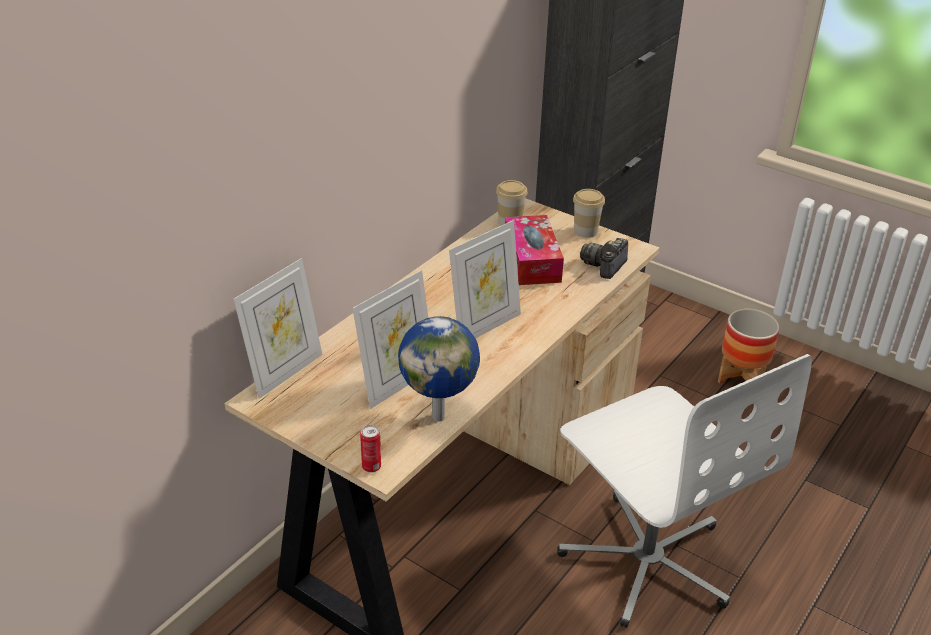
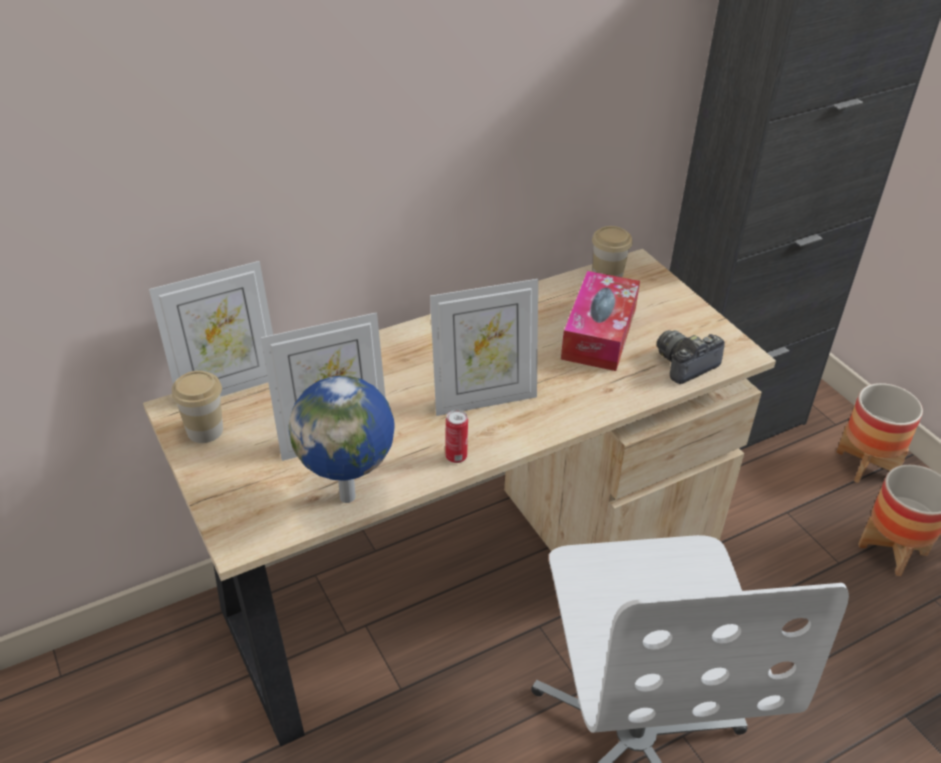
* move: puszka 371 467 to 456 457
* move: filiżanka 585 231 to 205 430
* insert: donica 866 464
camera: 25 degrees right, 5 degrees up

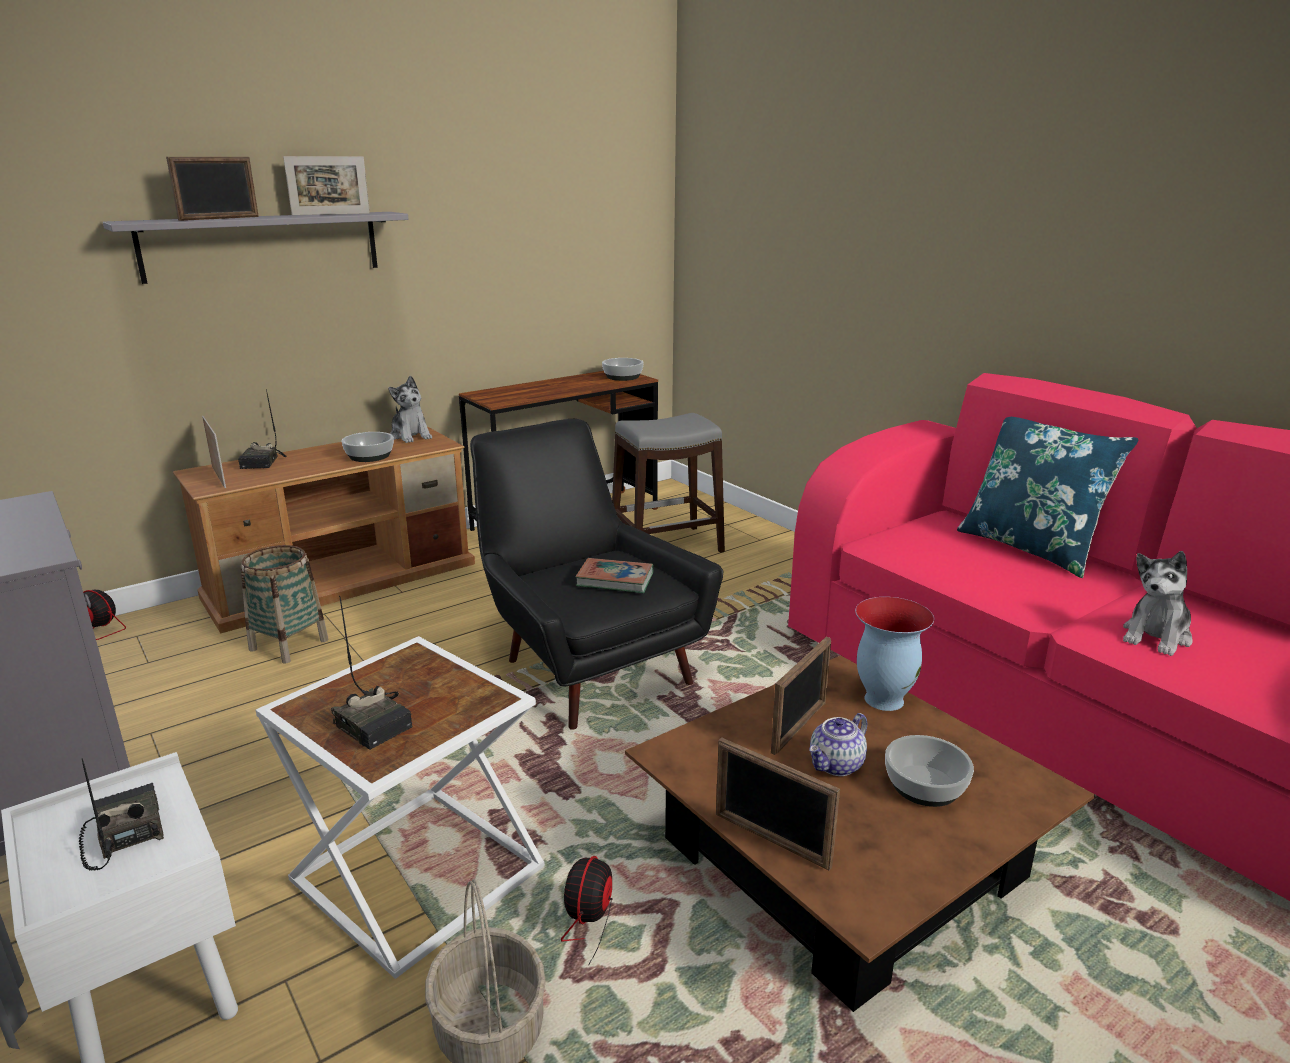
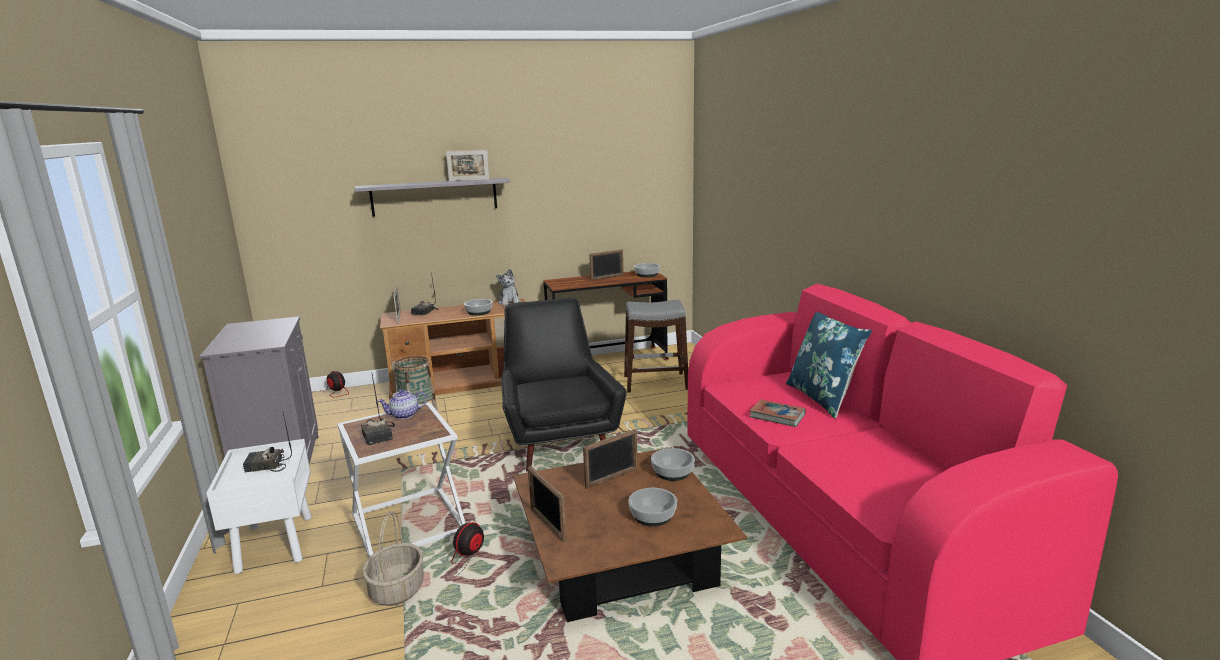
* rotate: radio 123 834 = 266 466 90 degrees counterclockwise
* move: ramka na zdjęcie 219 218 to 607 278
* move: książka 615 580 to 777 416
* move: imbryk 836 765 to 404 415
* replace: wazon 883 699 to miska 672 472
* delete: pluszak 1156 636
camera: 20 degrees right, 5 degrees down

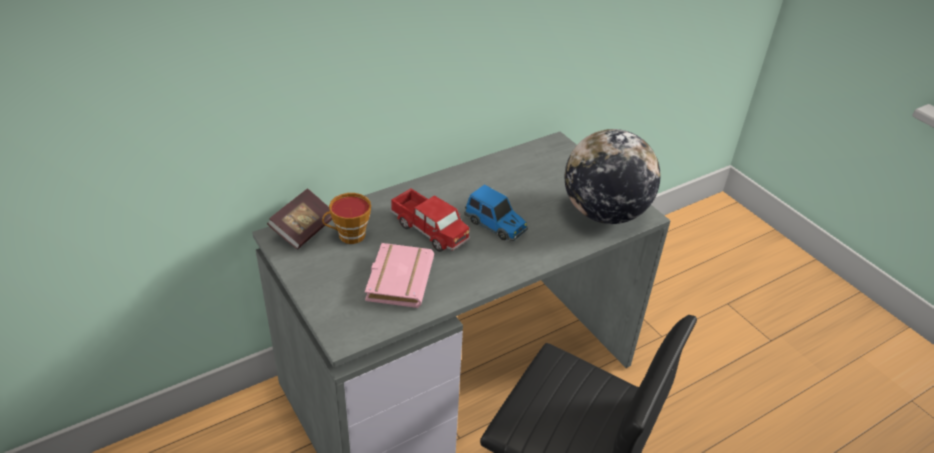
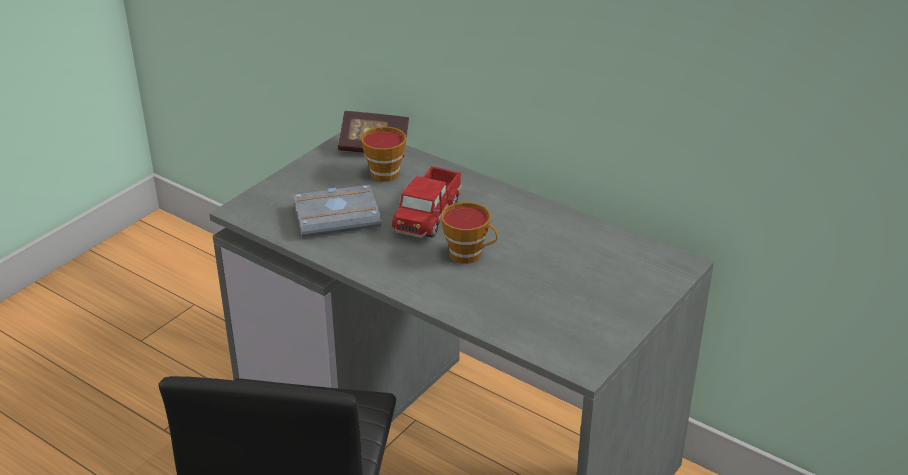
* recolor: książka [różowy] 397 278 to książka [szary] 338 216
* replace: samochodzik 496 225 to filiżanka 469 255
* delete: globus 604 213
camera: 70 degrees right, 5 degrees down

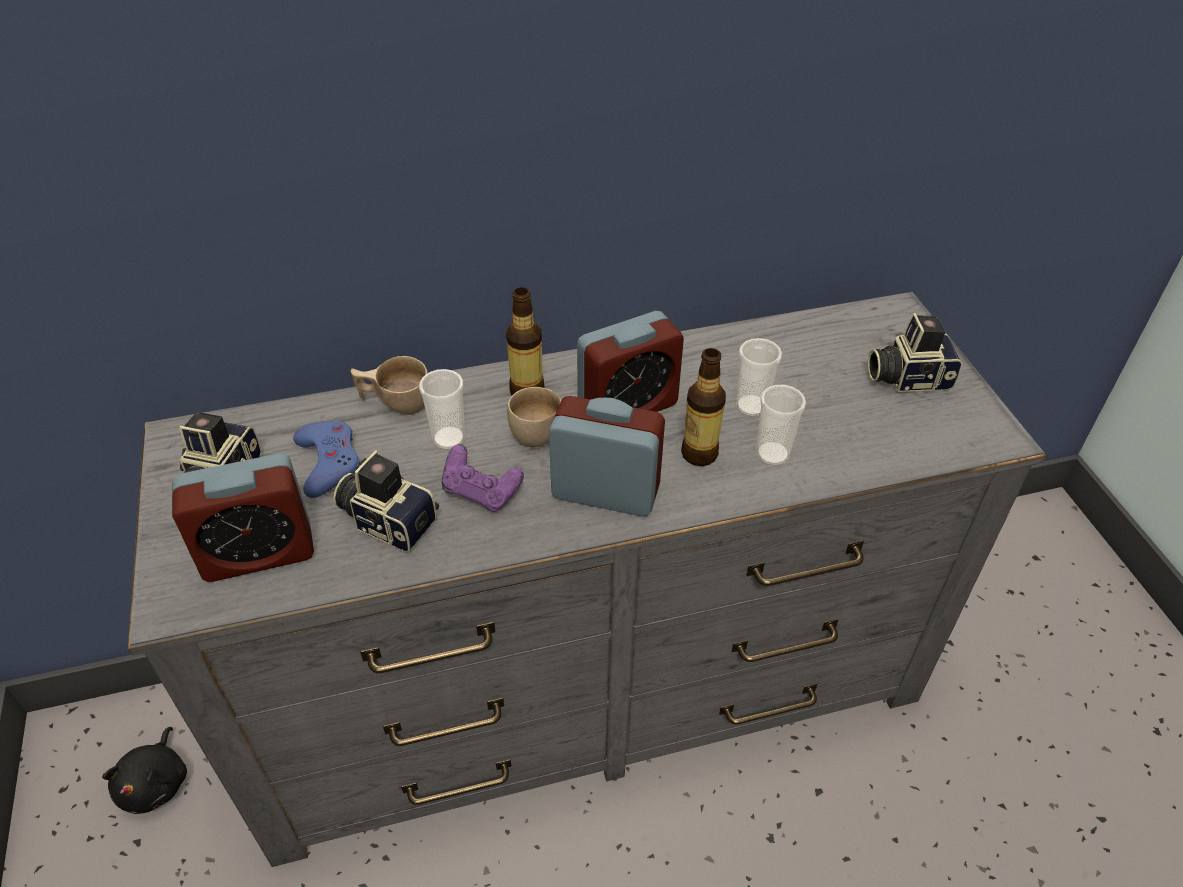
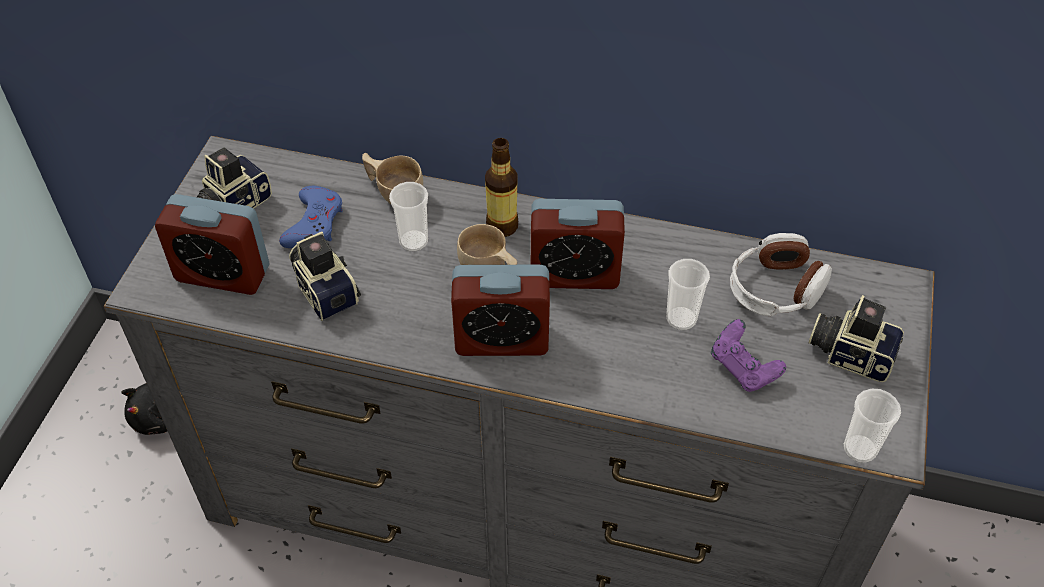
* move: pad do gier [fioletowy] 481 492 to 743 368
* rotate: budzik 605 491 = 501 339 135 degrees clockwise
* delete: butelka 699 454
* move: filiżanka 772 454 to 860 449
* insert: słuchawki 775 289
camera: 30 degrees right, 5 degrees up

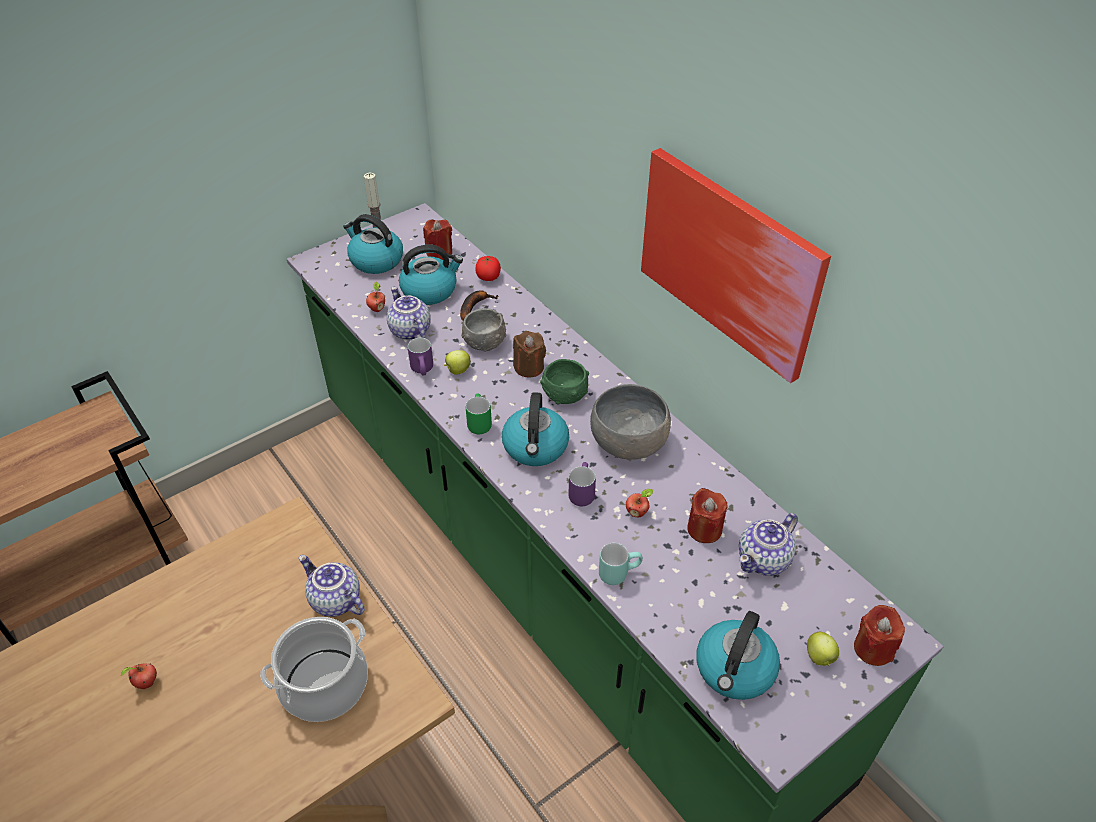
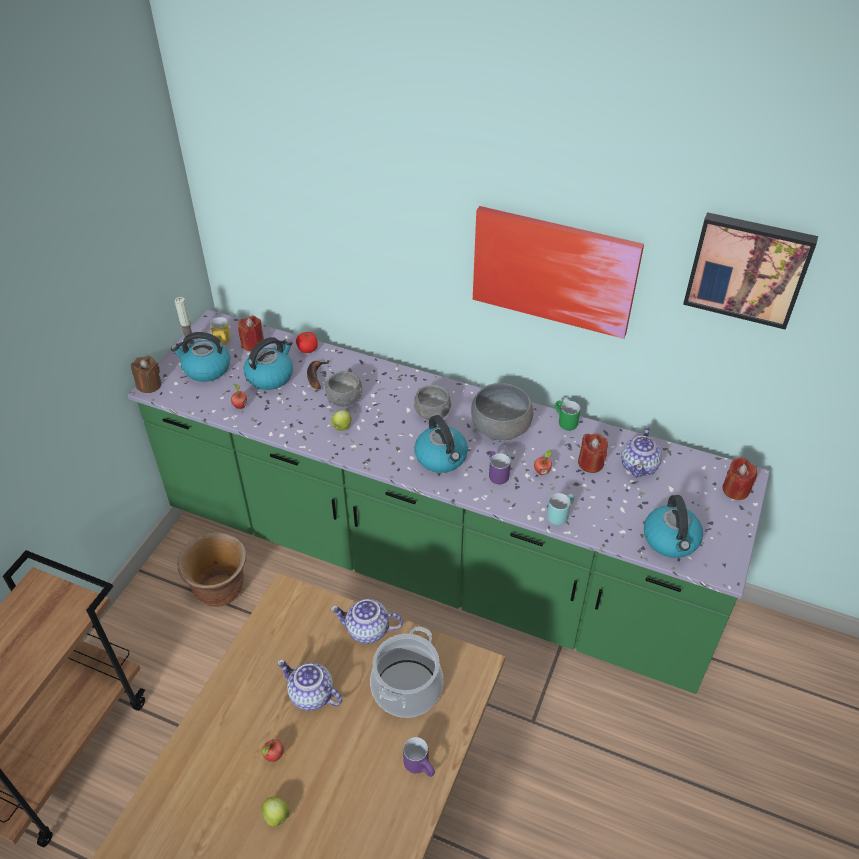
* move: imbryk 409 331 to 310 695
* move: kubek [fioletowy] 424 370 to 421 766
* move: kubek [zielony] 477 422 to 563 422
* move: świeca [brązowy] 529 367 to 149 385
* recolor: miska [zielony] 564 394 to miska [szary] 432 413
* move: jabłko 820 658 to 277 817
* insert: donica [brązowy] 220 590
* insert: kubek [żółty] 224 342
* insert: obraz 748 268
camera: 30 degrees left, 0 degrees up

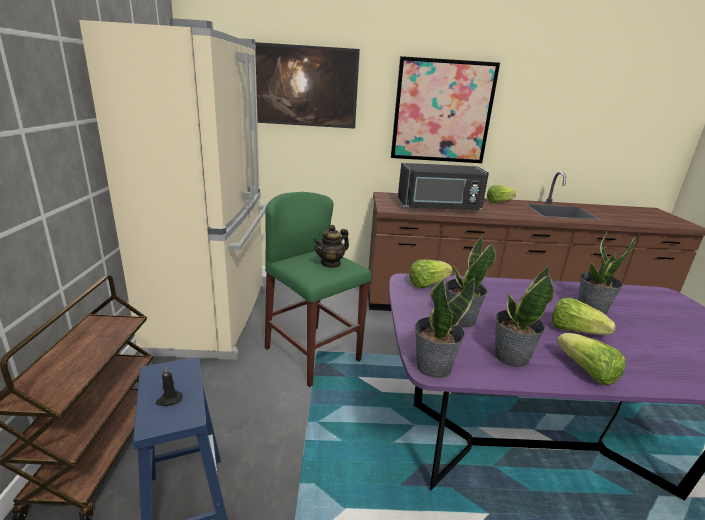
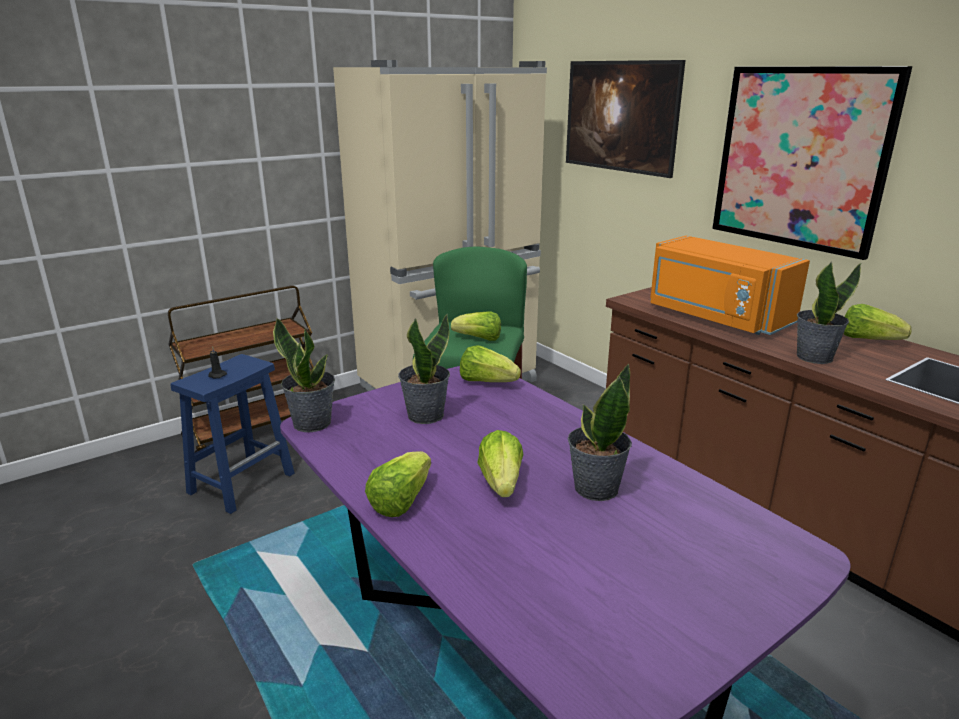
* replace: imbryk 331 263 to sałata 479 339
* recolor: mikrofalówka [czarny] 439 207 to mikrofalówka [pomarańczowy] 715 317
* move: roślina doniczkowa 510 357 to 813 357
camera: 55 degrees right, 0 degrees up

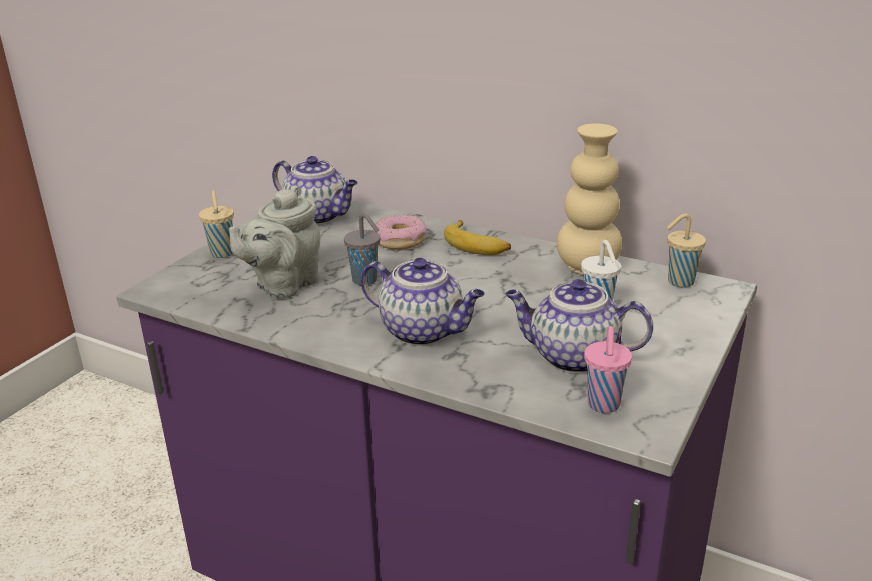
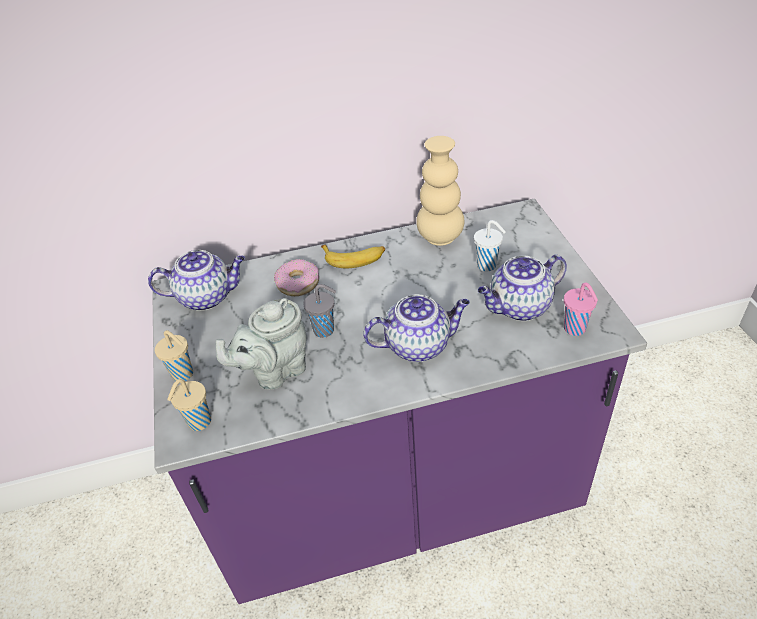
* rotate: imbryk [szary] 283 285 = 275 371 60 degrees clockwise
* move: filiżanka [beżowy] 679 282 to 198 423
camera: 40 degrees left, 15 degrees up

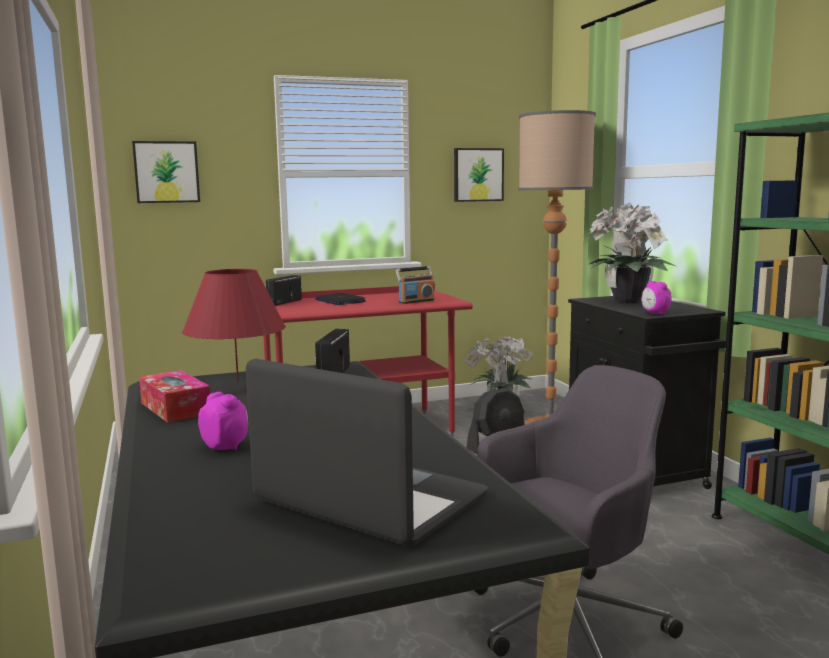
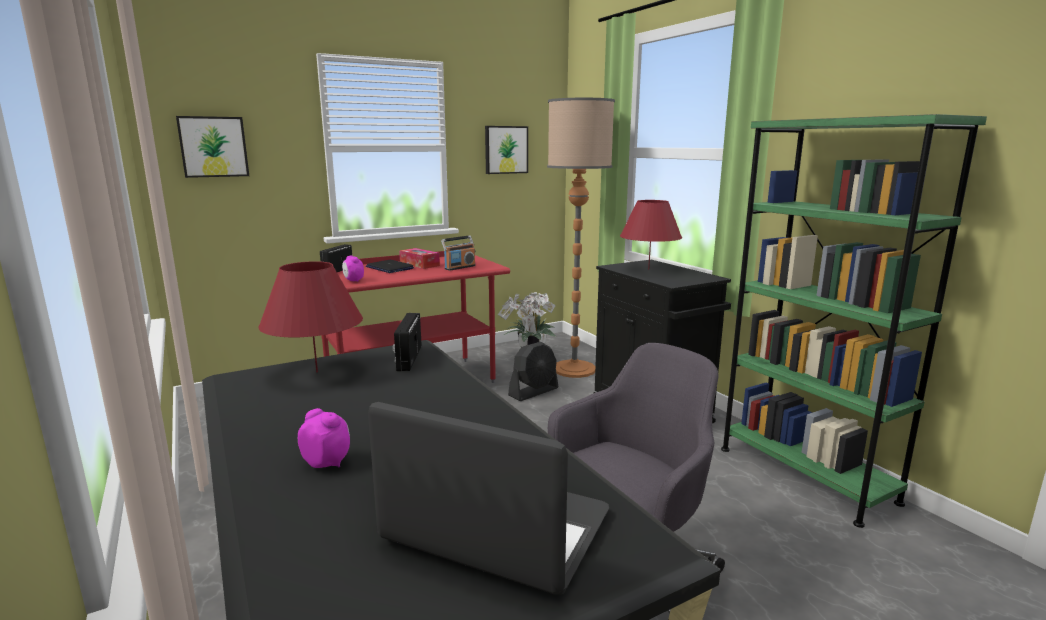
* move: pudełko chusteczek 175 408 to 419 264
* replace: roślina doniczkowa 629 302 to lampa stołowa [czerwony] 648 269
* move: budzik 655 313 to 353 281
camera: 10 degrees left, 5 degrees up

